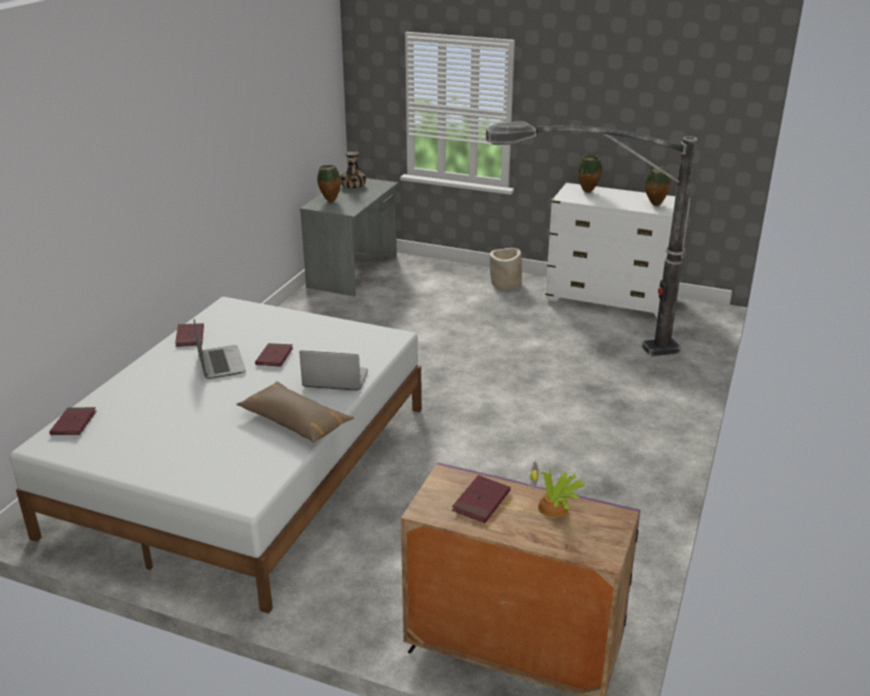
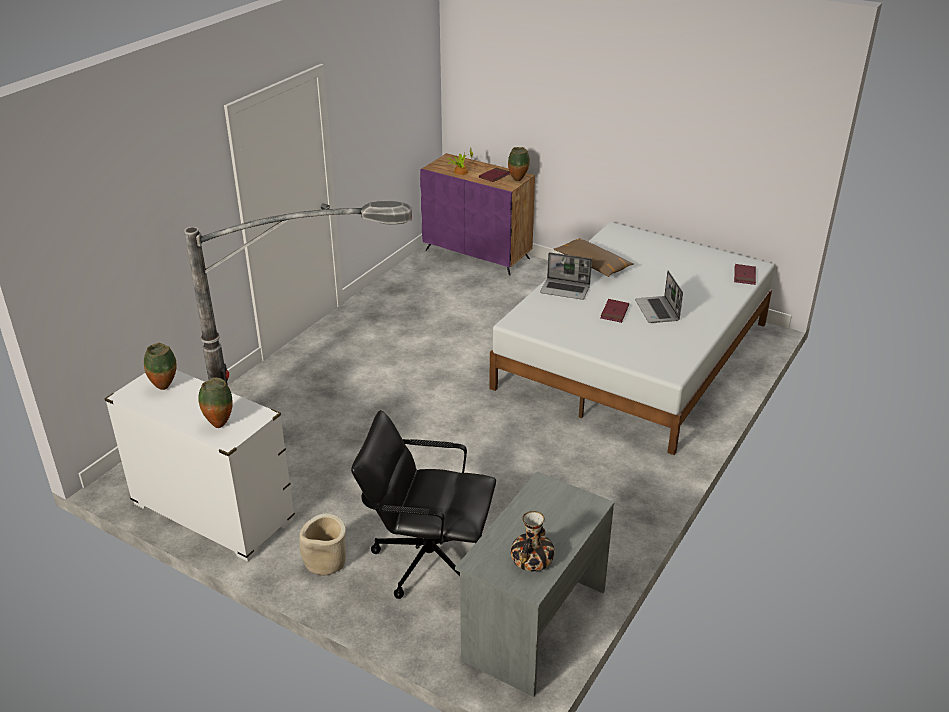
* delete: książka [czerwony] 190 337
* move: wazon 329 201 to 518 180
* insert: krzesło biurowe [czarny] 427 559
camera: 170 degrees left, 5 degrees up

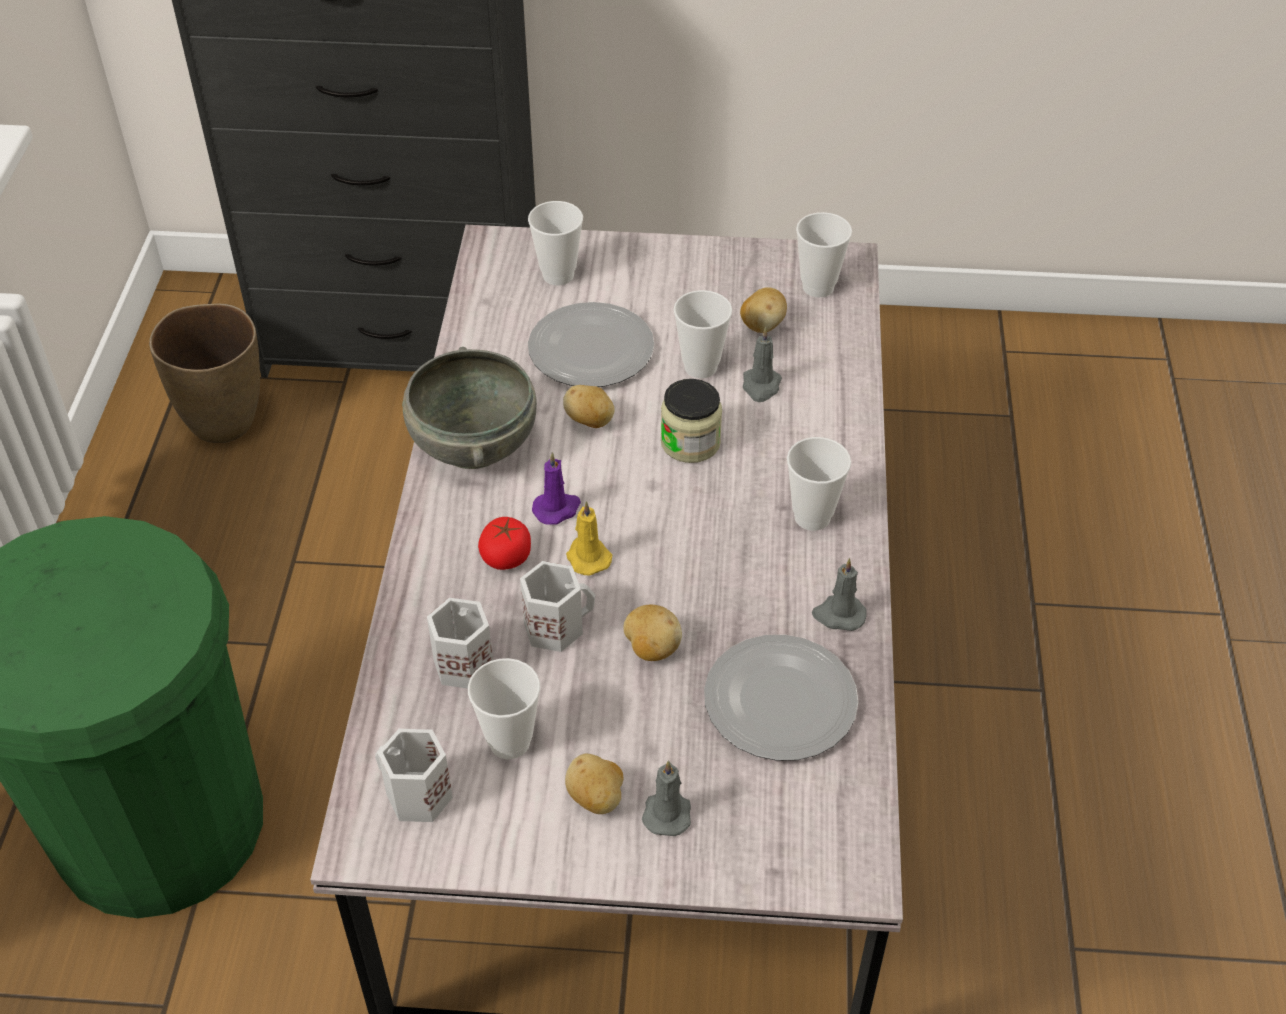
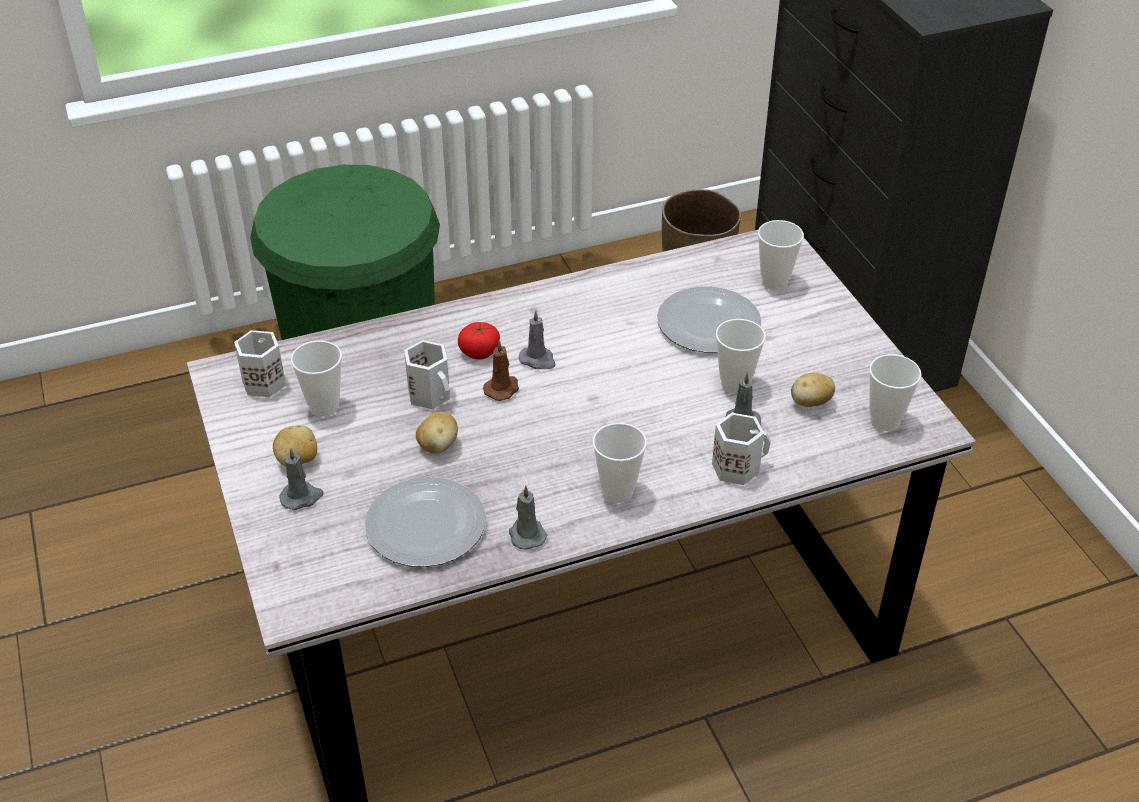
* delete: miska [szary] 472 444
* move: kubek [biały] 462 662 to 737 467
* recolor: świeca [fioletowy] 557 509 to świeca [szary] 538 360
* delete: ziemniak 590 421
* recolor: świeca [żółty] 587 557 to świeca [brązowy] 502 388
* delete: słoik 690 442
camera: 65 degrees right, 5 degrees down

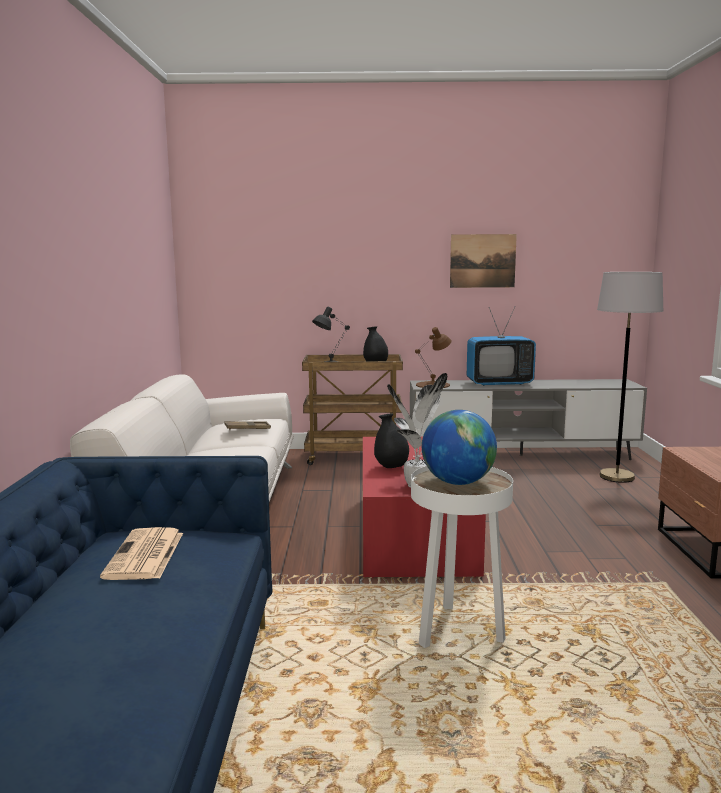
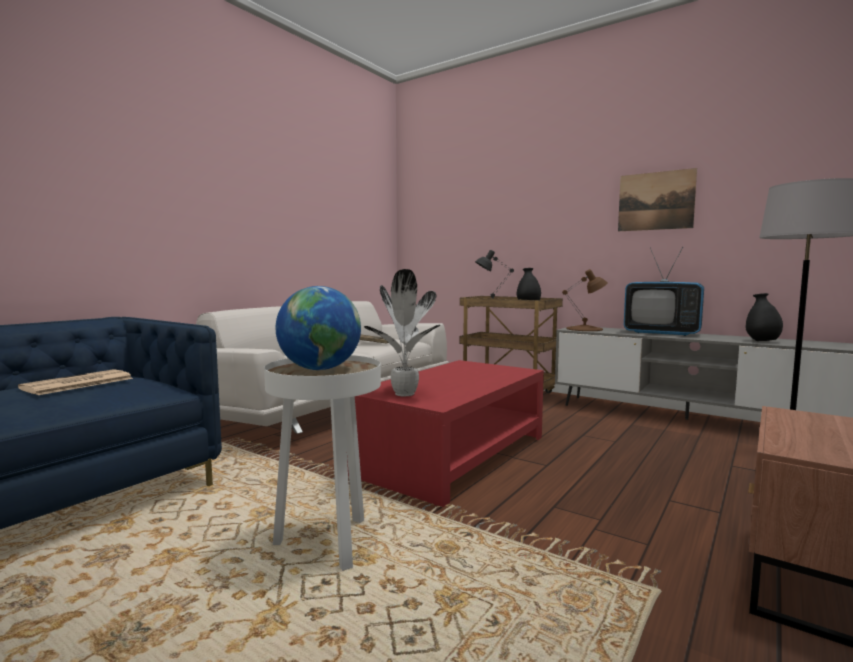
* move: wazon [czarny] 391 467 to 762 341
camera: 35 degrees right, 5 degrees down

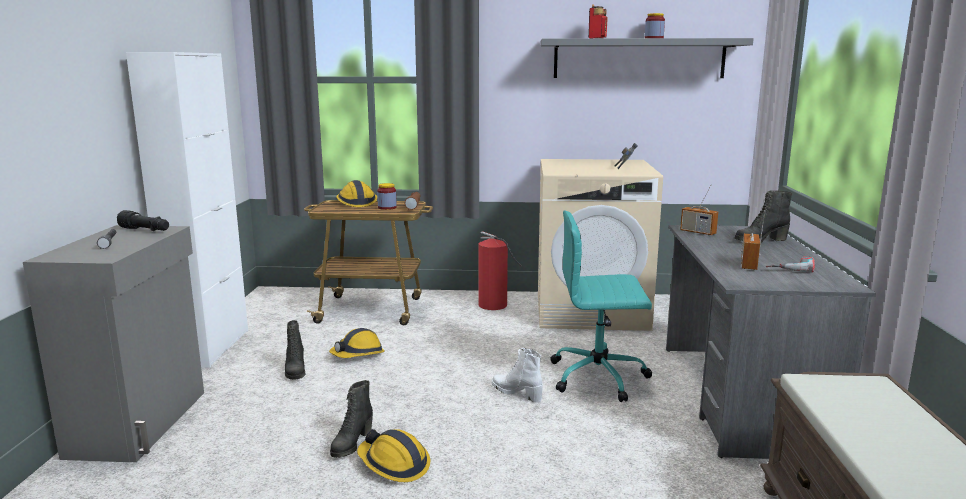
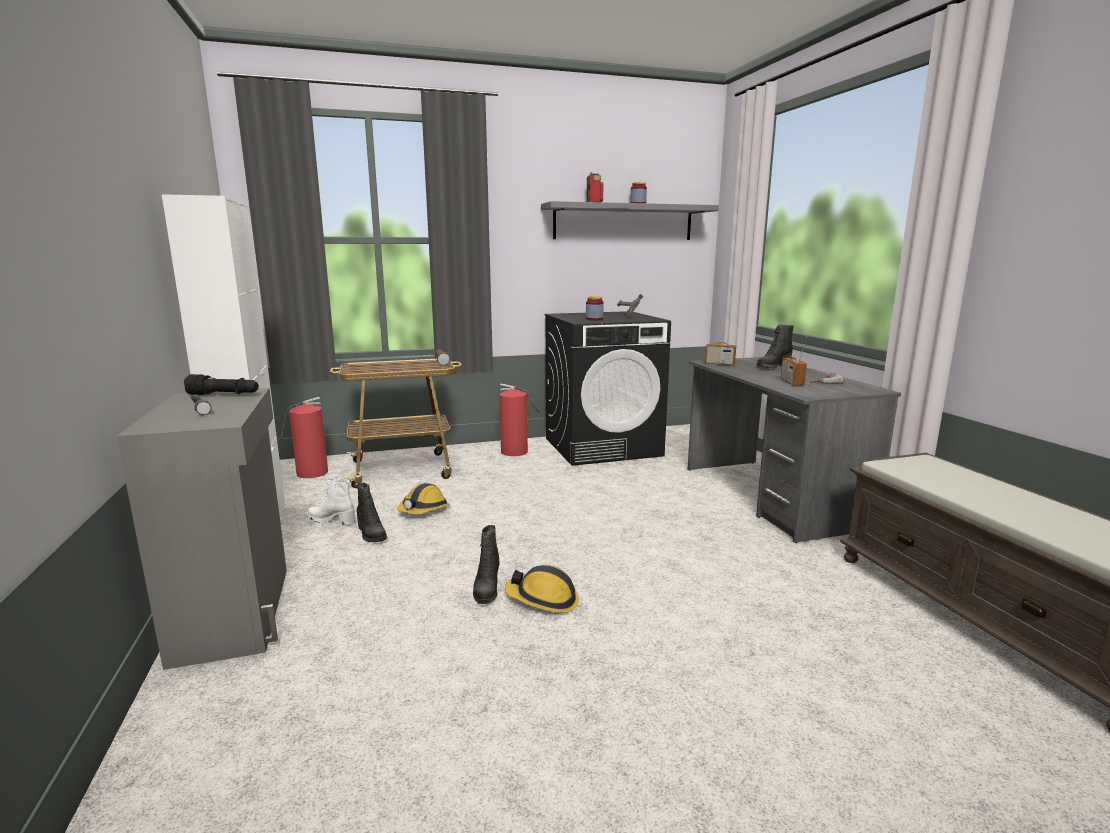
* delete: kask 356 202
* move: słoik 387 207 to 594 319
* move: but z cholewką [biały] 517 393 to 332 520
* recolor: pralka [beżowy] 591 311 to pralka [czarny] 603 447
* delete: krzesło biurowe [turkusowy] 599 377
* insert: gaśnica 310 473
camera: 20 degrees left, 0 degrees up

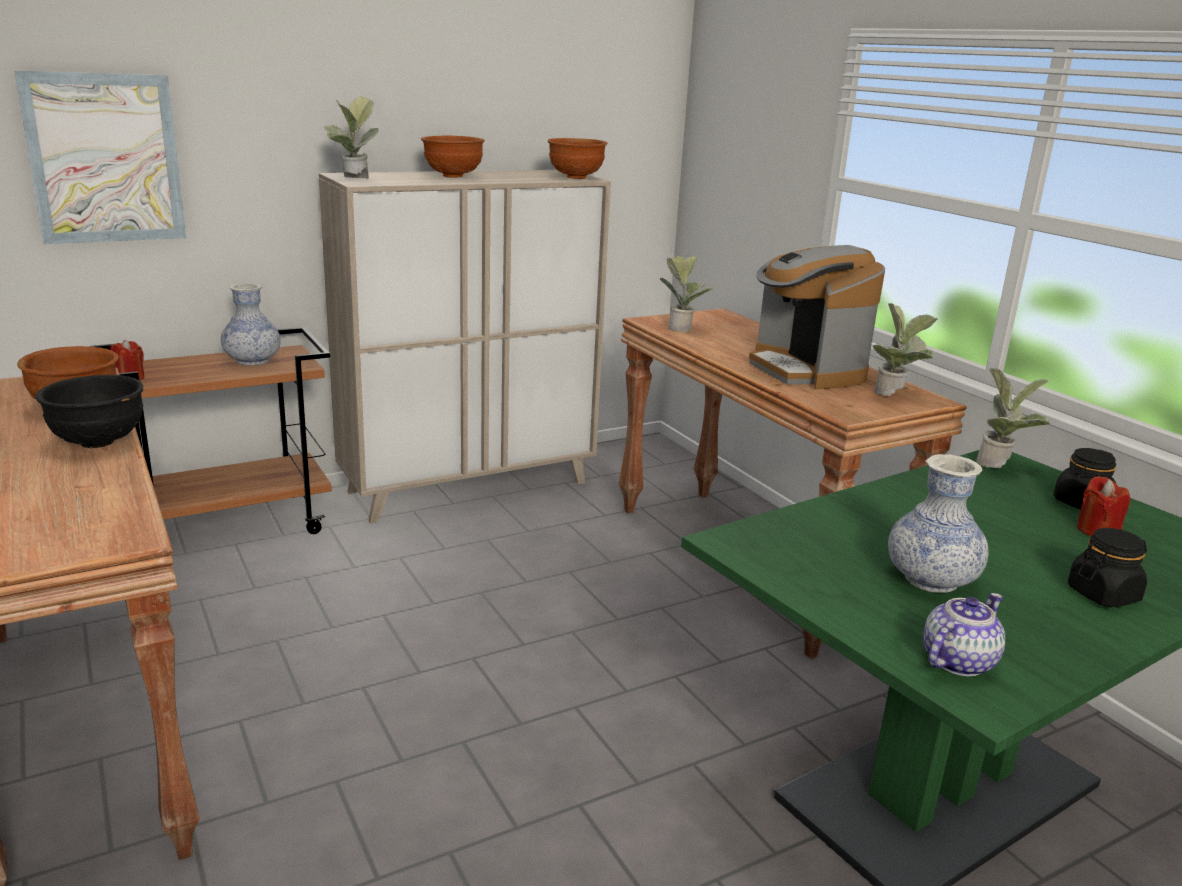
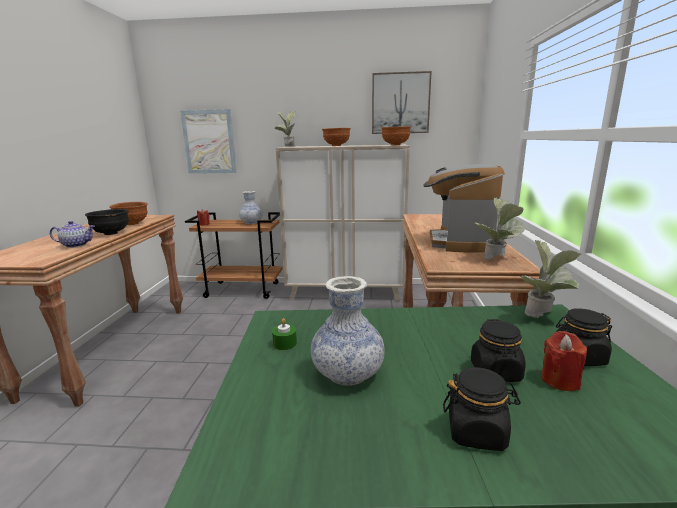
* delete: roślina doniczkowa 682 328
* move: imbryk 956 661 to 76 245
* insert: świeca [zielony] 285 344
* insert: obraz 400 103
* insert: słoik [czarny] 495 372
camera: 35 degrees right, 5 degrees down

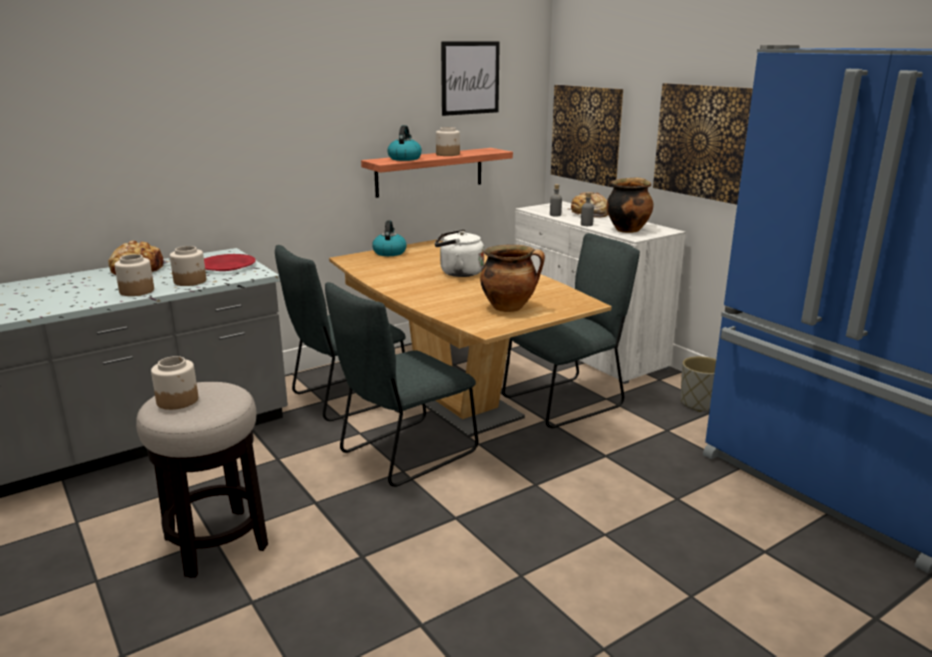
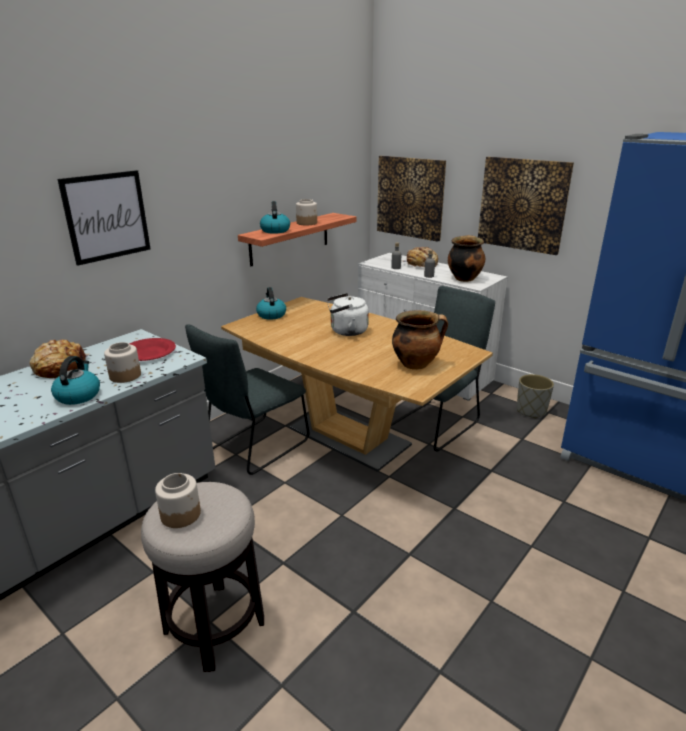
* replace: słoik 136 291 to czajnik 78 395
* delete: krzesło [szary] 403 454
* move: obraz 470 78 to 107 216
camera: 15 degrees left, 5 degrees up

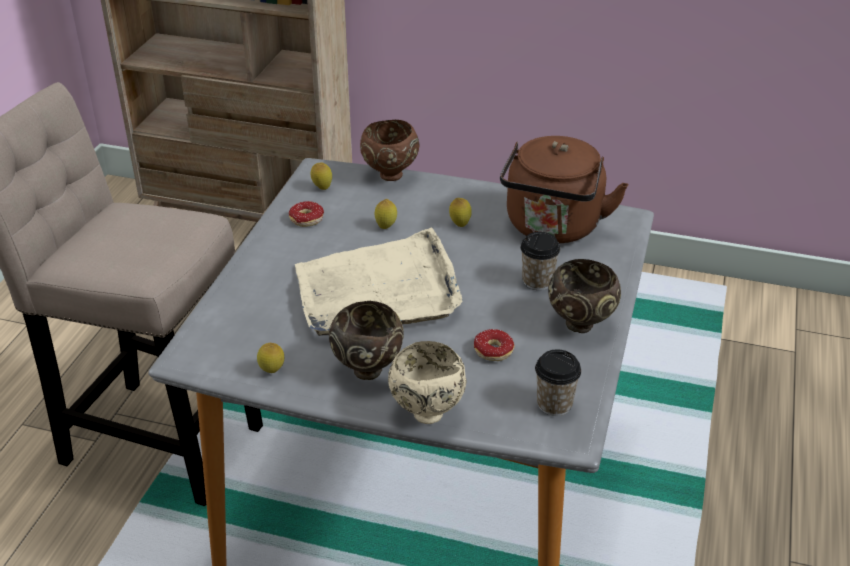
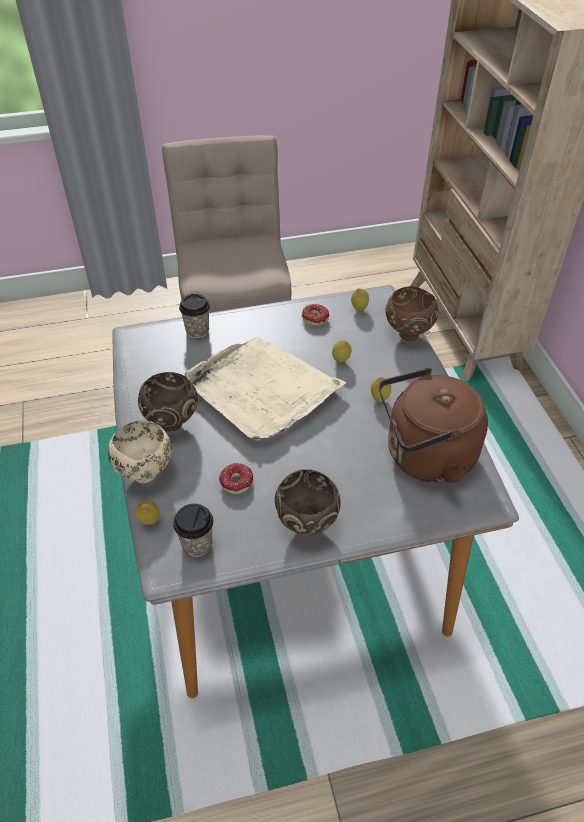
* move: cytryna 272 372 to 149 522
* move: filiżanka 537 281 to 197 331
camera: 60 degrees right, 10 degrees up

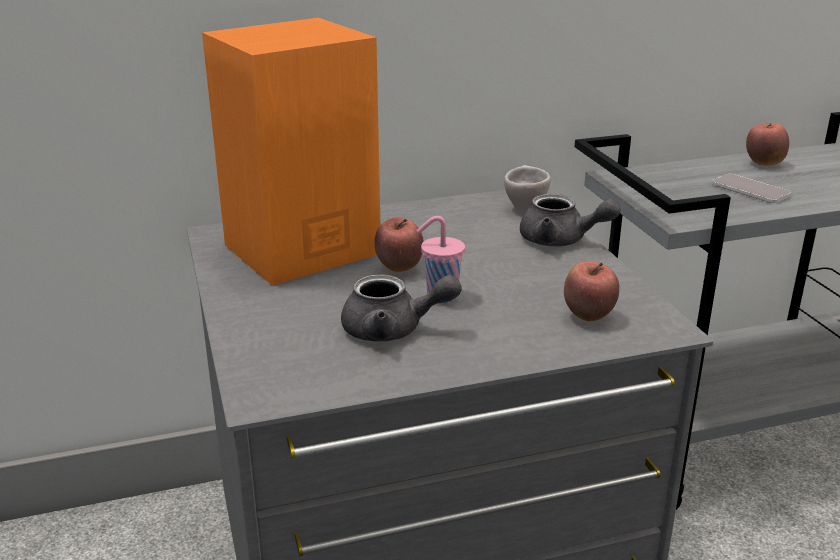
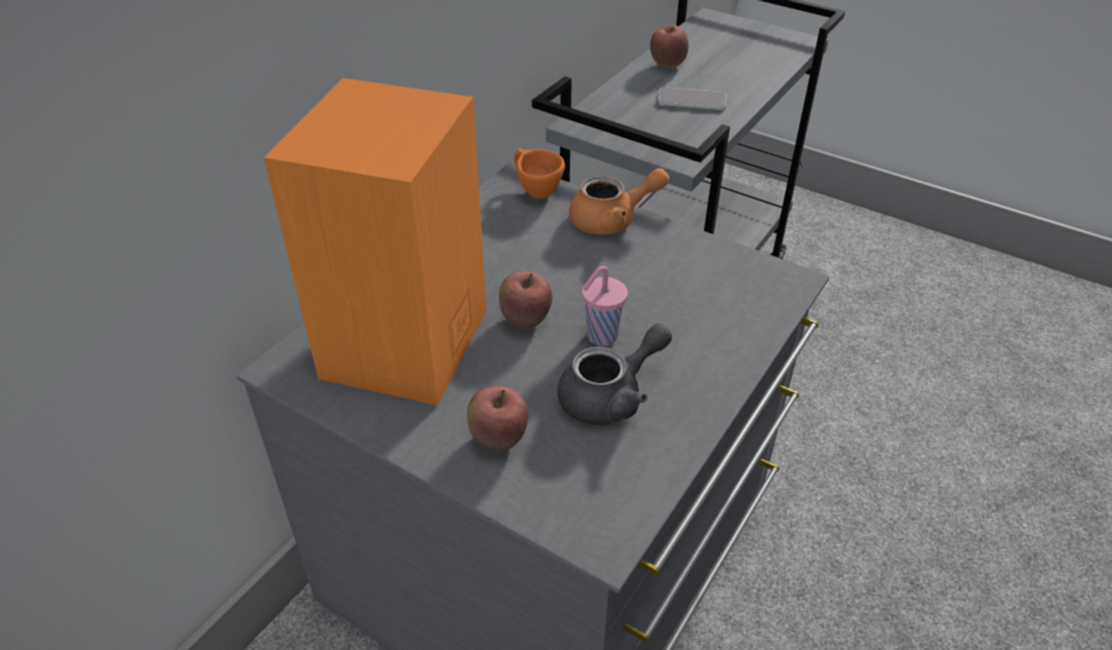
* recolor: filiżanka [beżowy] 524 206 to filiżanka [pomarańczowy] 535 191
* recolor: imbryk [szary] 561 240 to imbryk [pomarańczowy] 612 220
* move: jabłko 588 317 to 498 440
camera: 40 degrees left, 15 degrees up

